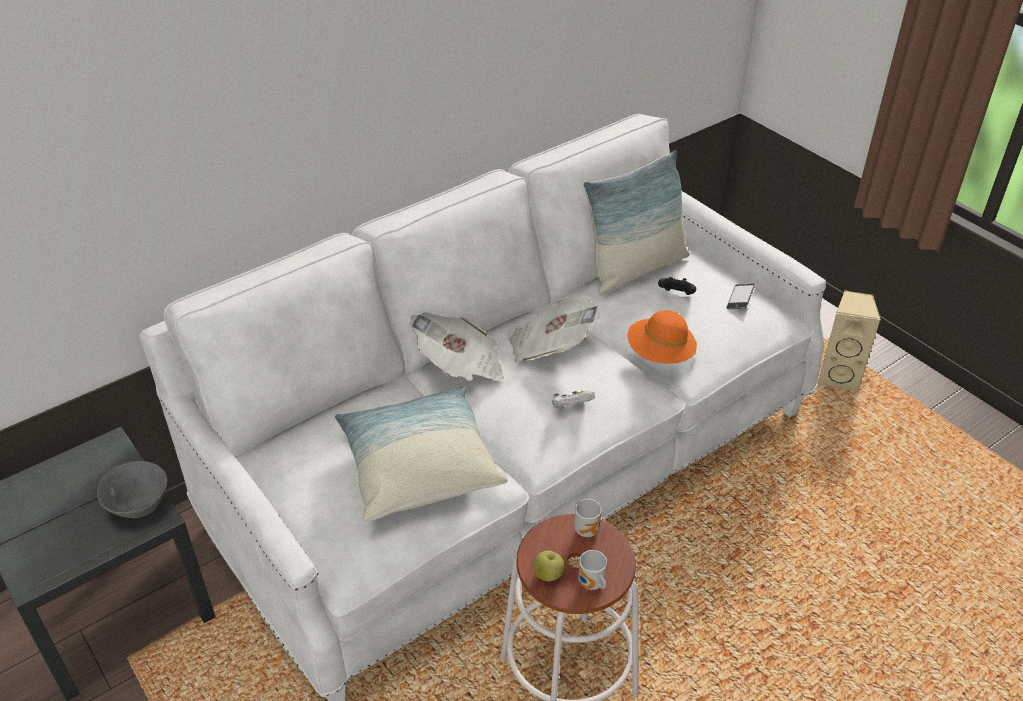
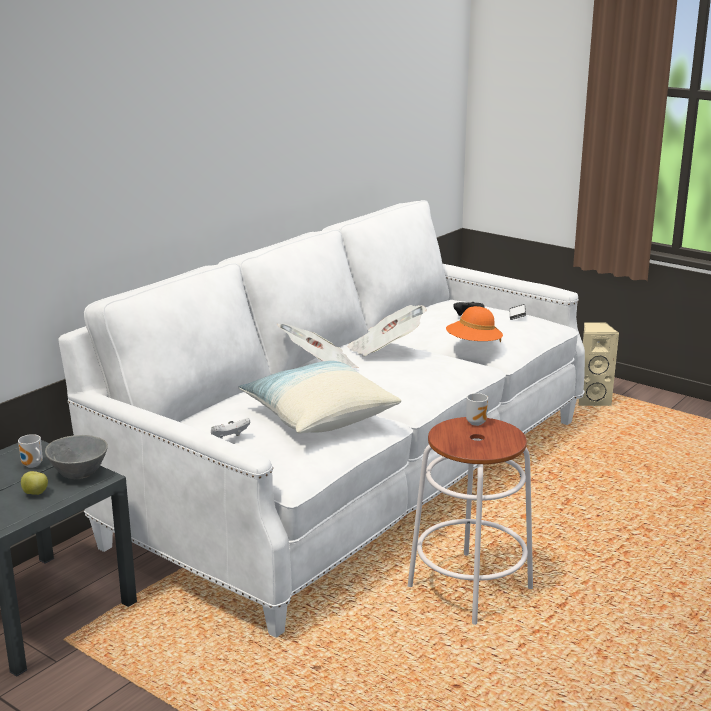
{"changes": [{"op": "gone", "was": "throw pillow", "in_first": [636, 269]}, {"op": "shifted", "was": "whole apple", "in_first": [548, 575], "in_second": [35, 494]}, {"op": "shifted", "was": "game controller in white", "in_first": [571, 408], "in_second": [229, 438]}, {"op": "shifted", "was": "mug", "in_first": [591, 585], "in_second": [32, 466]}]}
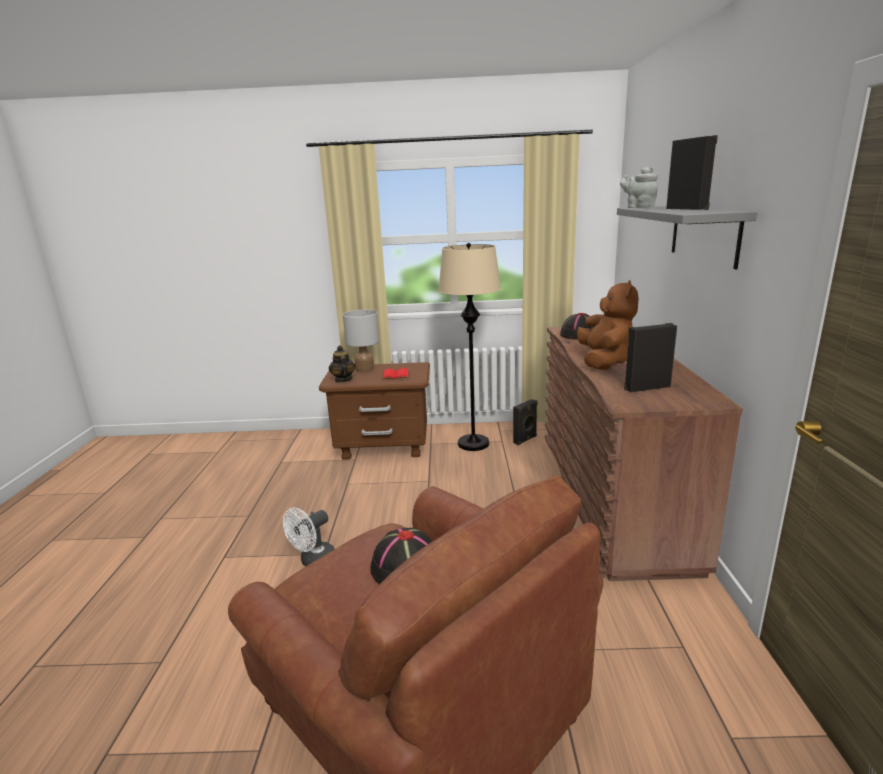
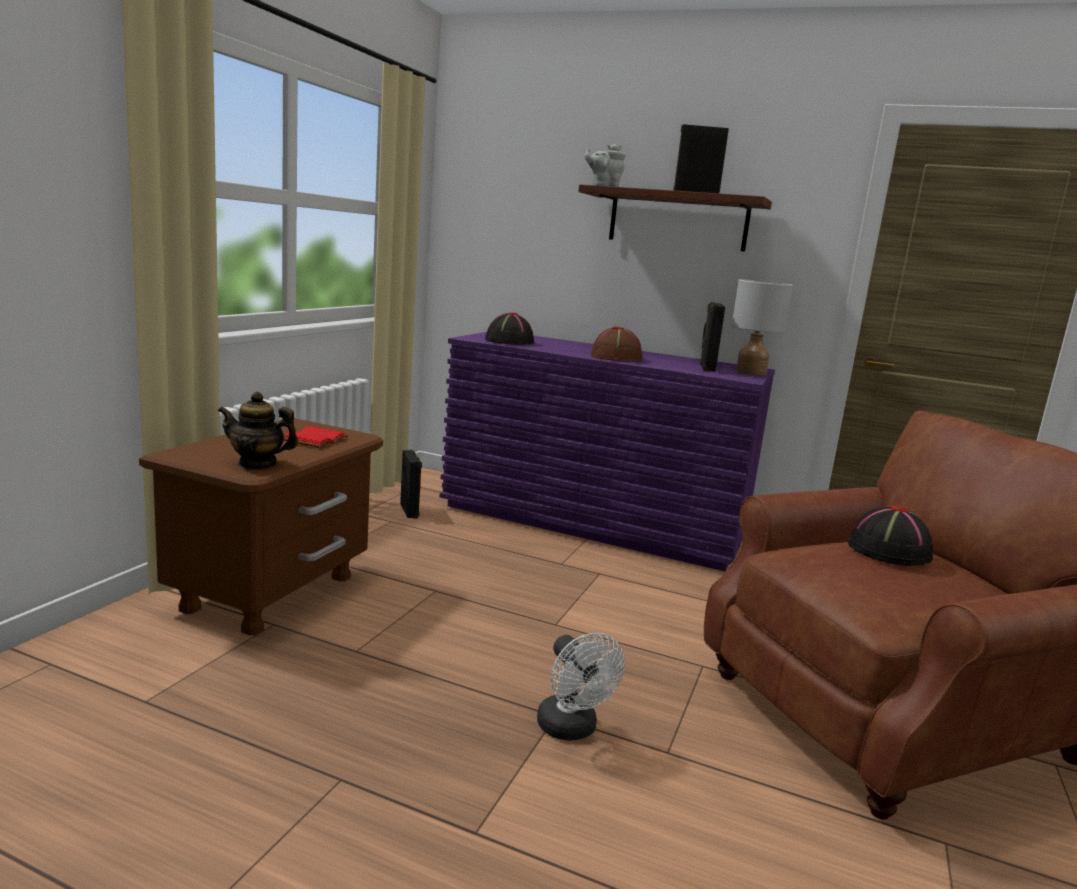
{"changes": [{"op": "gone", "was": "standard lamp in sand-coloured", "in_first": [473, 443]}, {"op": "shifted", "was": "table lamp in grey", "in_first": [364, 368], "in_second": [750, 372]}, {"op": "swapped", "was": "plush toy in brown", "now": "clothing hat in brown", "in_first": [604, 362], "in_second": [616, 357]}, {"op": "repainted", "was": "chest of drawers in brown", "now": "chest of drawers in purple", "in_first": [611, 498], "in_second": [592, 523]}, {"op": "repainted", "was": "bracket shelf in grey", "now": "bracket shelf in brown", "in_first": [704, 234], "in_second": [678, 220]}]}
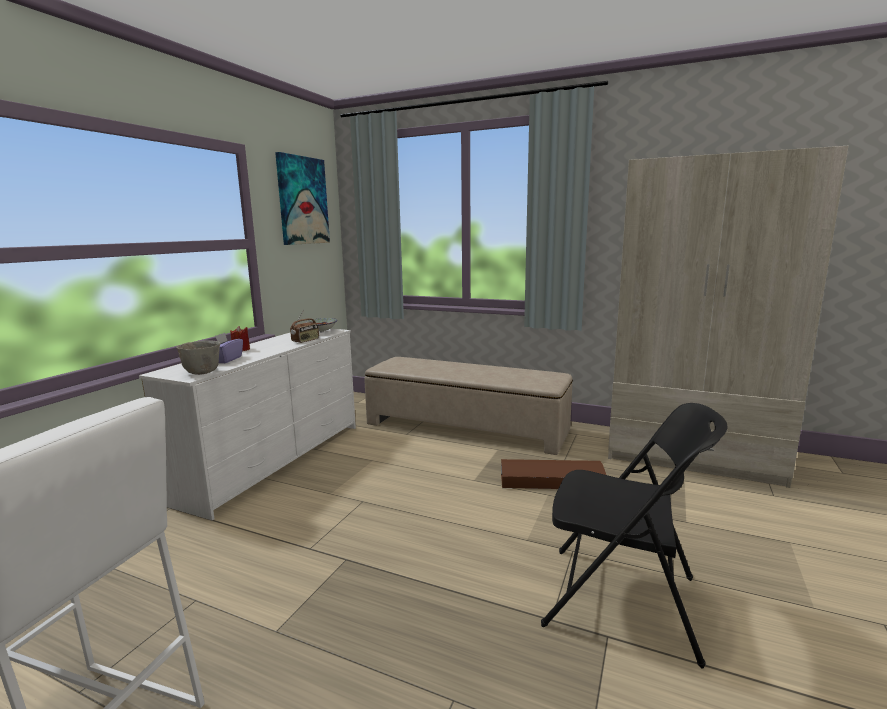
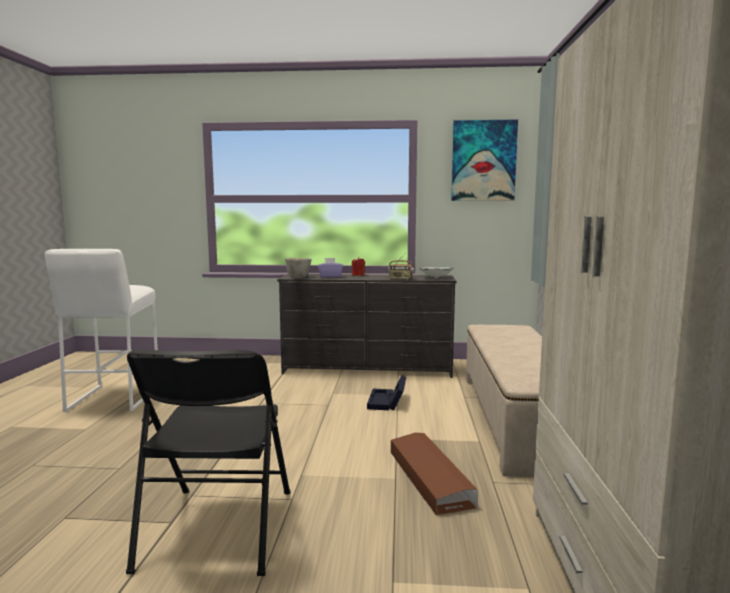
{"changes": [{"op": "new", "now": "storage box in black", "in_second": [387, 402]}, {"op": "repainted", "was": "chest of drawers in white", "now": "chest of drawers in black", "in_first": [275, 461], "in_second": [367, 369]}]}
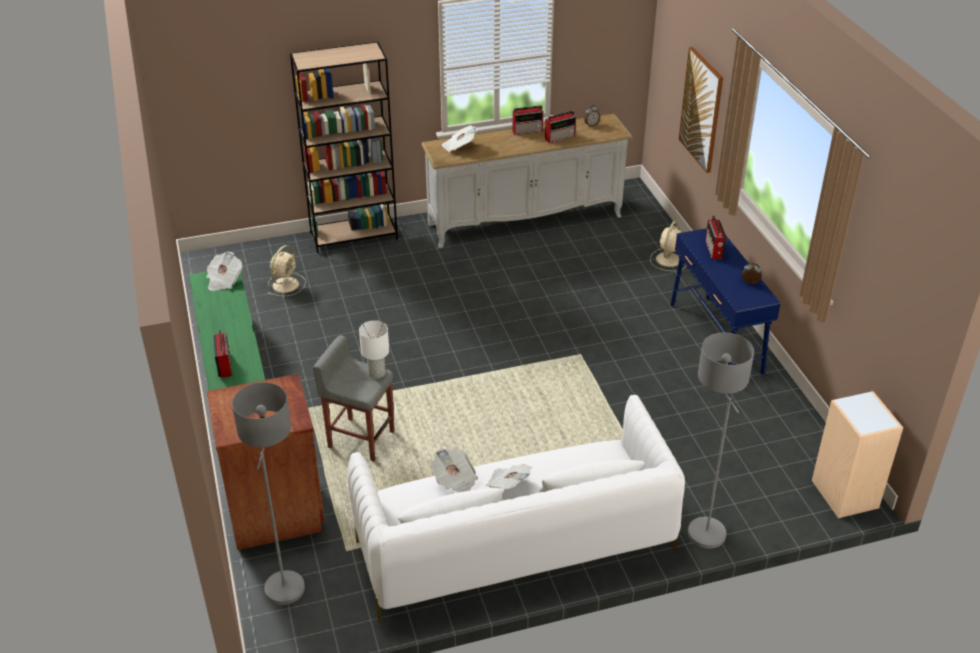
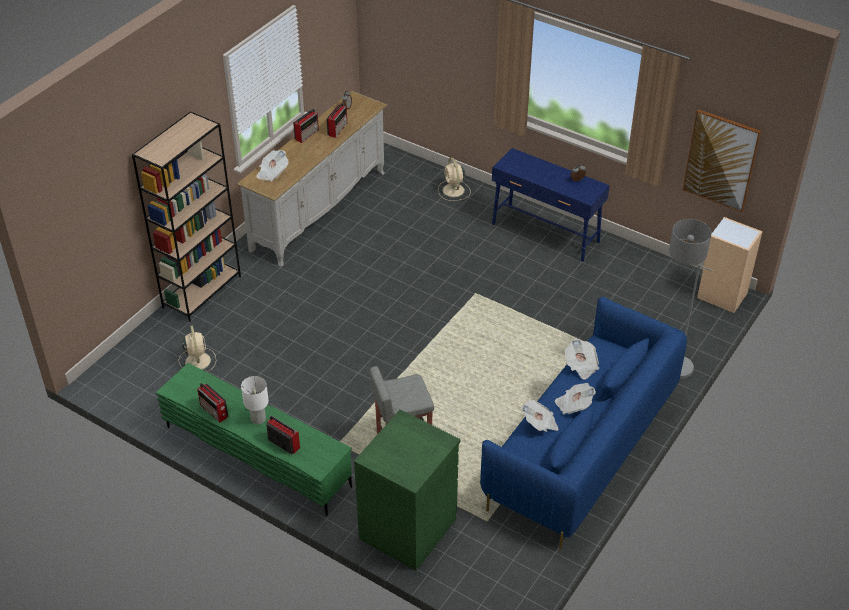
{"changes": [{"op": "gone", "was": "standard lamp in grey", "in_first": [287, 579]}, {"op": "shifted", "was": "daily paper", "in_first": [224, 280], "in_second": [581, 366]}, {"op": "shifted", "was": "table lamp in white", "in_first": [376, 373], "in_second": [258, 419]}, {"op": "shifted", "was": "picture", "in_first": [701, 109], "in_second": [721, 160]}, {"op": "shifted", "was": "radio", "in_first": [714, 250], "in_second": [214, 411]}, {"op": "repainted", "was": "chest of drawers in brown", "now": "chest of drawers in green", "in_first": [274, 511], "in_second": [407, 528]}, {"op": "repainted", "was": "settee in white", "now": "settee in blue-coloured", "in_first": [514, 542], "in_second": [581, 446]}]}
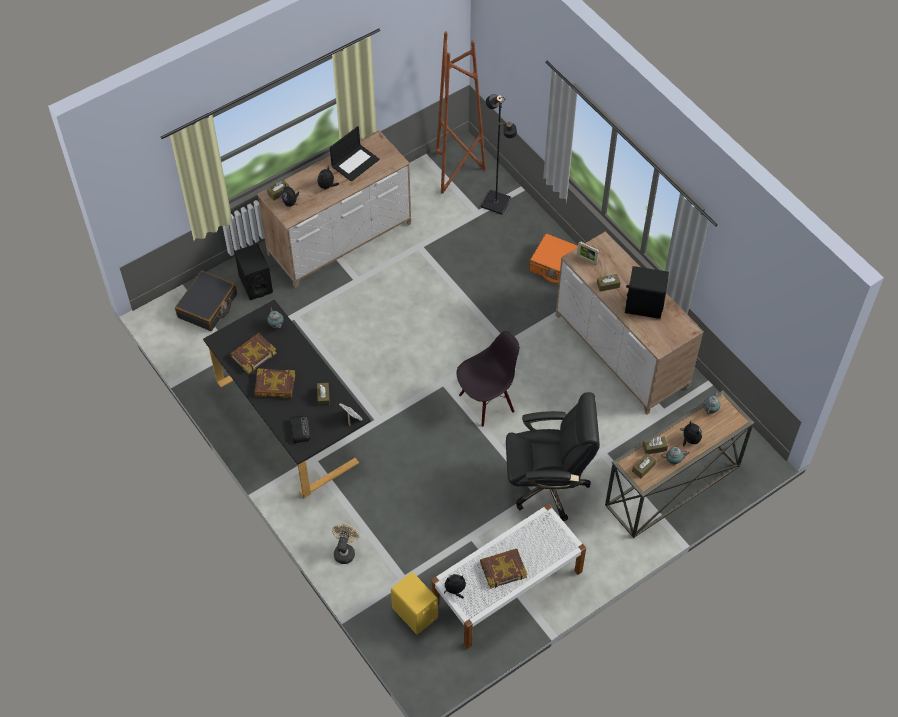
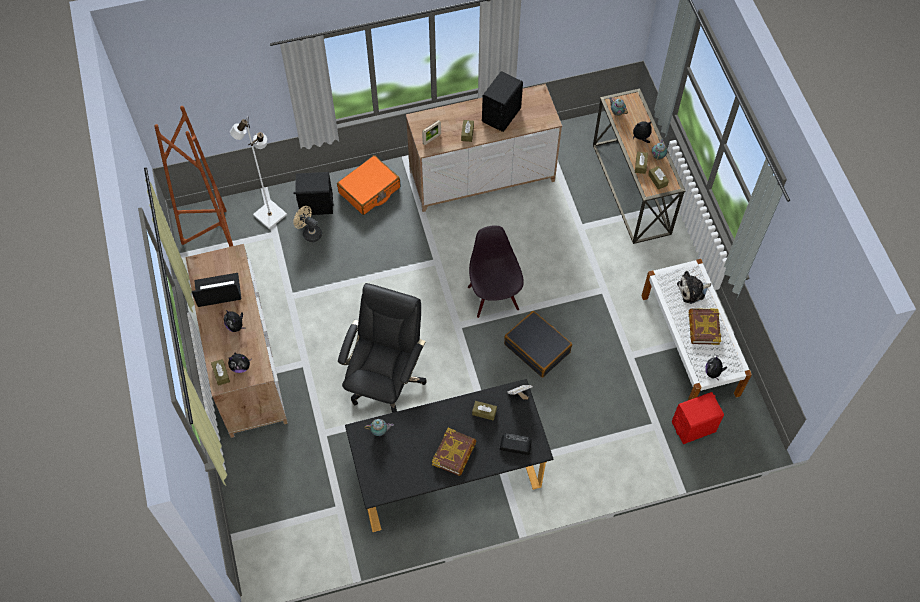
{"changes": [{"op": "gone", "was": "bound book", "in_first": [253, 355]}, {"op": "new", "now": "plush toy", "in_second": [692, 290]}, {"op": "shifted", "was": "piece of luggage in black", "in_first": [208, 306], "in_second": [537, 348]}, {"op": "shifted", "was": "loudspeaker in black", "in_first": [255, 284], "in_second": [316, 205]}, {"op": "shifted", "was": "electric fan in sand-coloured", "in_first": [345, 551], "in_second": [309, 233]}, {"op": "shifted", "was": "office chair in black", "in_first": [547, 487], "in_second": [385, 384]}, {"op": "repainted", "was": "loudspeaker in yellow", "now": "loudspeaker in reddish", "in_first": [415, 613], "in_second": [693, 427]}, {"op": "repainted", "was": "standard lamp in black", "now": "standard lamp in white", "in_first": [496, 203], "in_second": [270, 215]}, {"op": "rotated", "was": "laptop", "in_first": [355, 162], "in_second": [217, 291], "clockwise": -75}]}
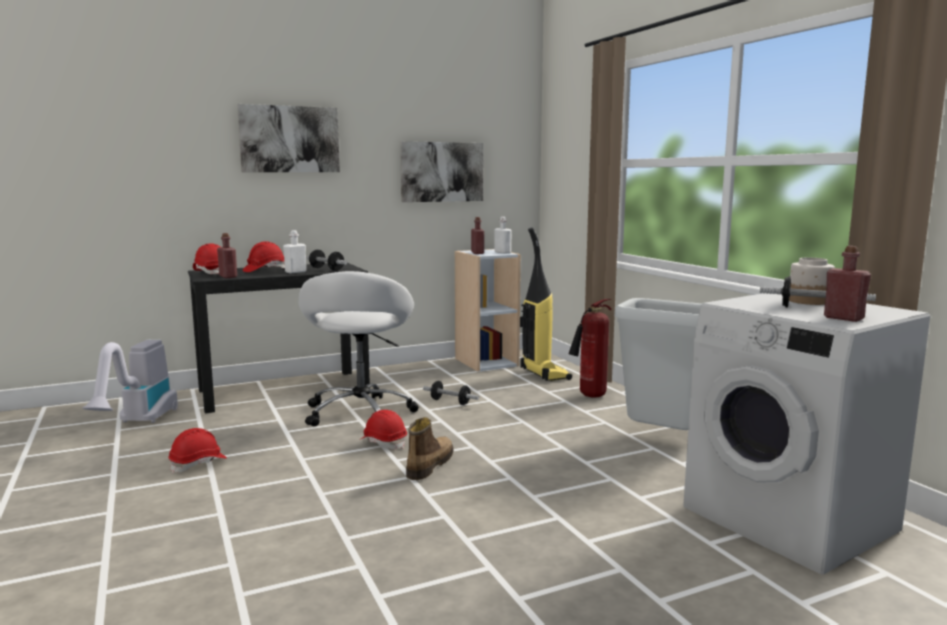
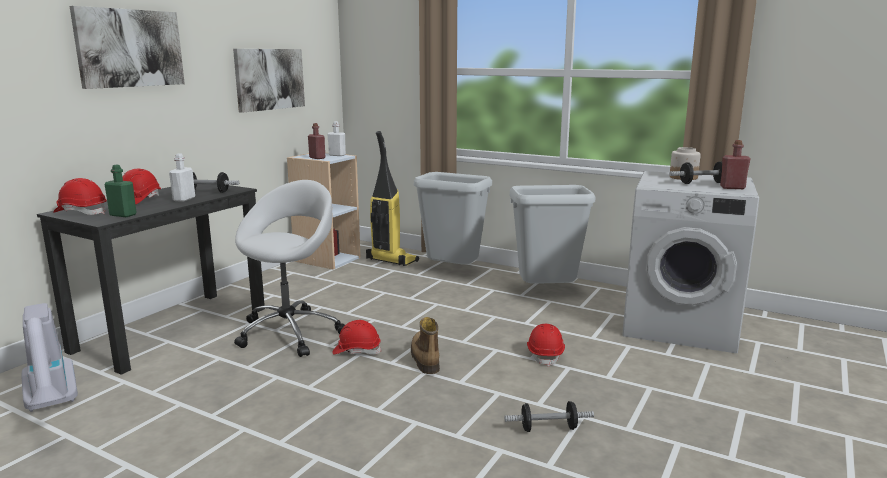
{"changes": [{"op": "shifted", "was": "work helmet in reddish", "in_first": [198, 464], "in_second": [545, 354]}, {"op": "shifted", "was": "dumbbell", "in_first": [450, 402], "in_second": [548, 428]}, {"op": "swapped", "was": "extinguisher", "now": "rubbish bin in grey", "in_first": [590, 396], "in_second": [453, 272]}, {"op": "repainted", "was": "drink bottle in reddish", "now": "drink bottle in green", "in_first": [228, 277], "in_second": [123, 215]}, {"op": "rotated", "was": "office chair in white", "in_first": [359, 414], "in_second": [291, 332], "clockwise": -105}]}
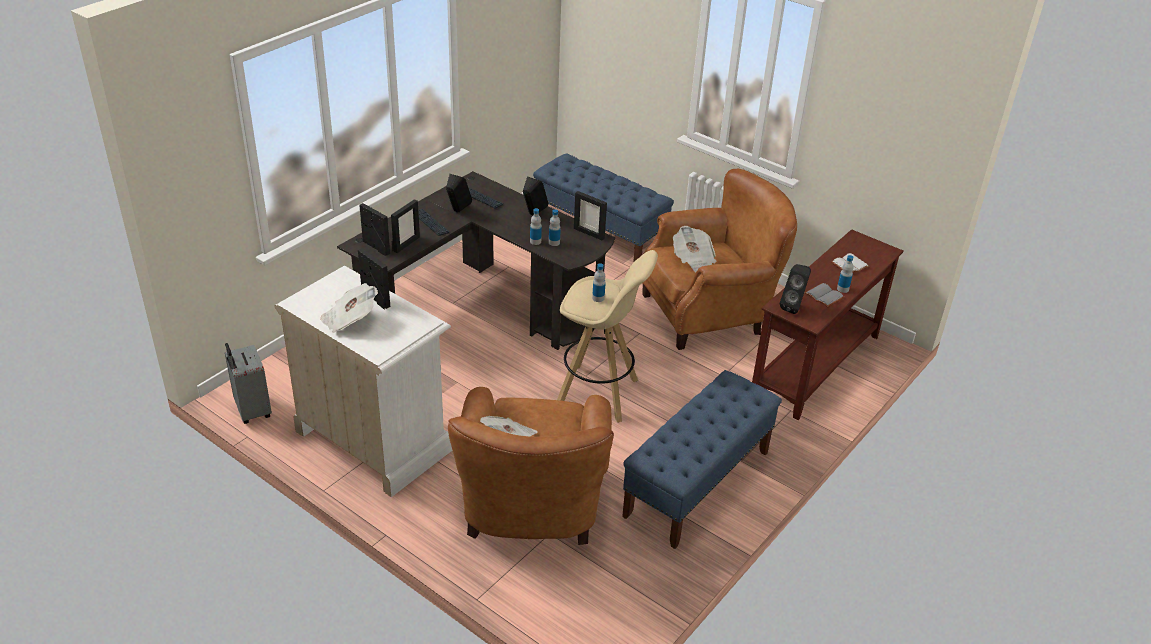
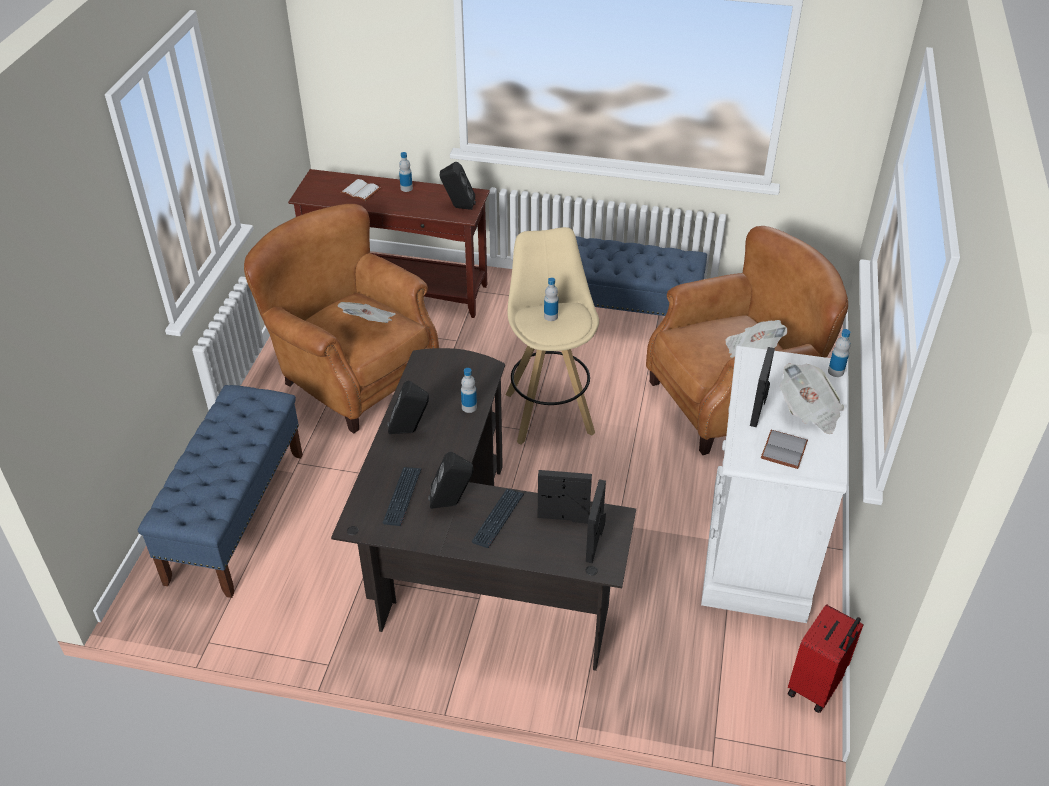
{"changes": [{"op": "gone", "was": "picture frame", "in_first": [589, 233]}, {"op": "shifted", "was": "drink bottle", "in_first": [554, 242], "in_second": [835, 371]}, {"op": "shifted", "was": "bound book in grey", "in_first": [825, 296], "in_second": [782, 449]}, {"op": "repainted", "was": "piece of luggage in grey", "now": "piece of luggage in reddish", "in_first": [252, 411], "in_second": [816, 686]}]}
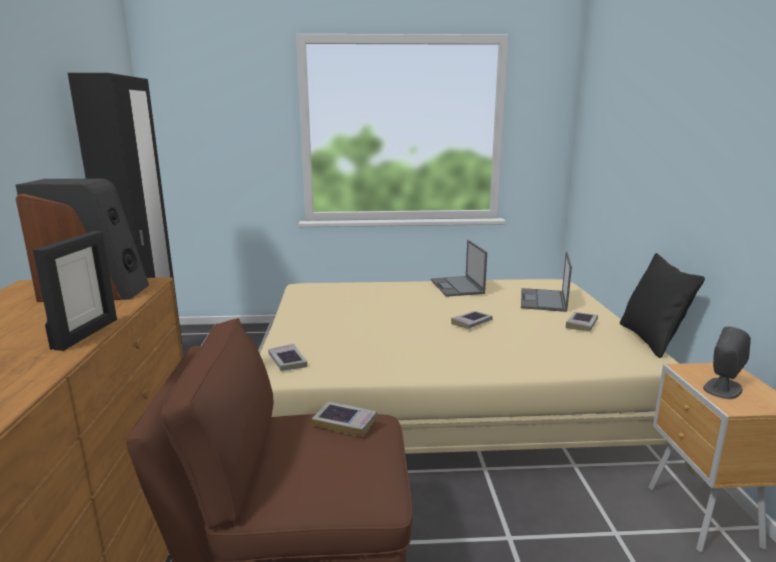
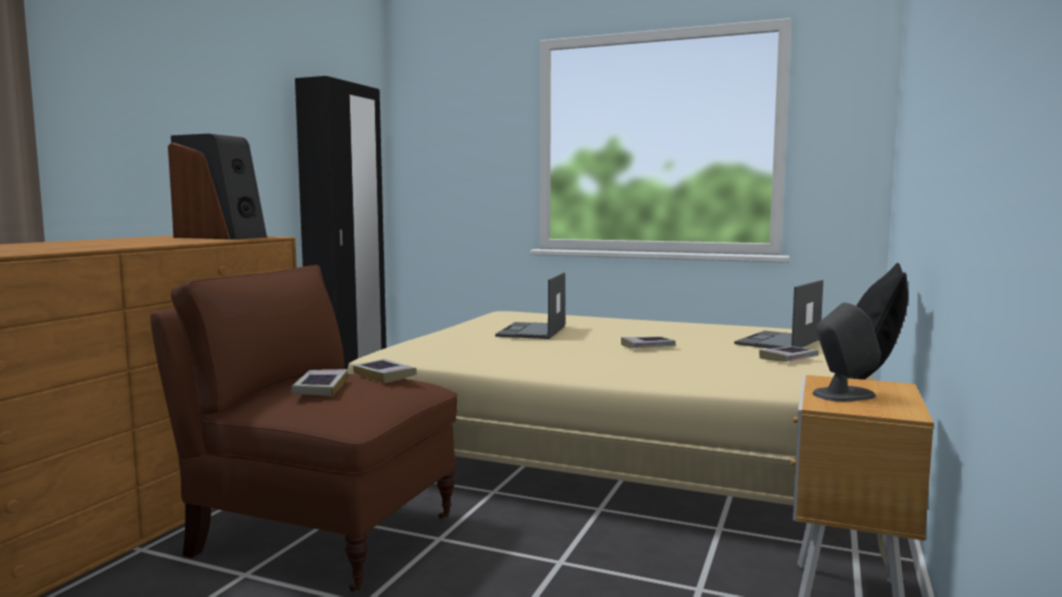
{"changes": [{"op": "gone", "was": "picture frame", "in_first": [85, 333]}, {"op": "shifted", "was": "bound book", "in_first": [287, 361], "in_second": [320, 388]}, {"op": "shifted", "was": "laptop", "in_first": [457, 287], "in_second": [531, 331]}]}
